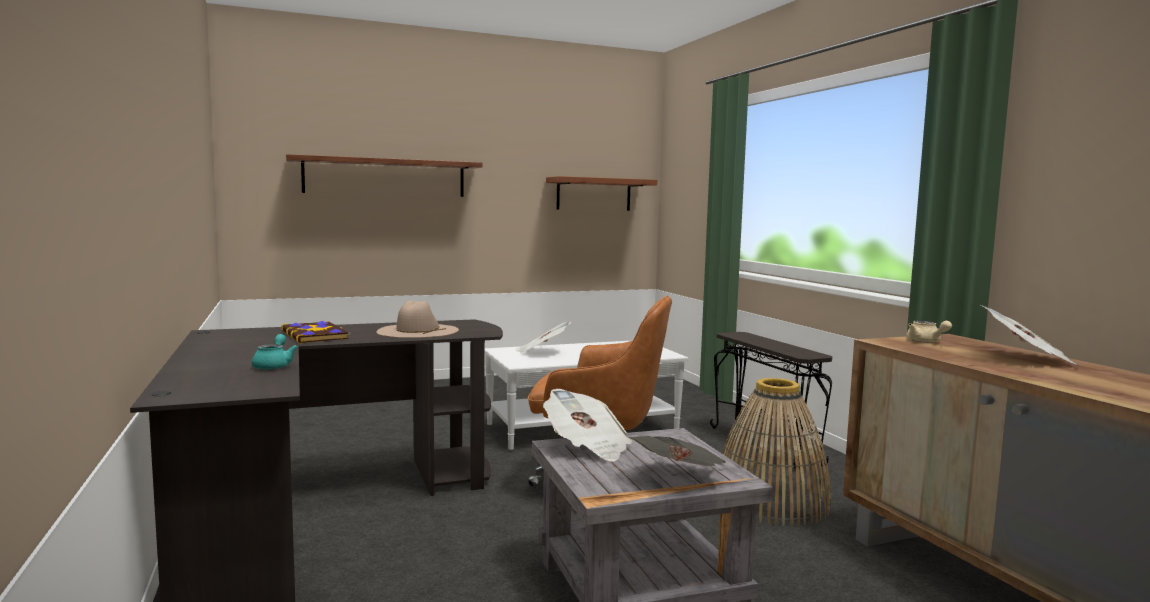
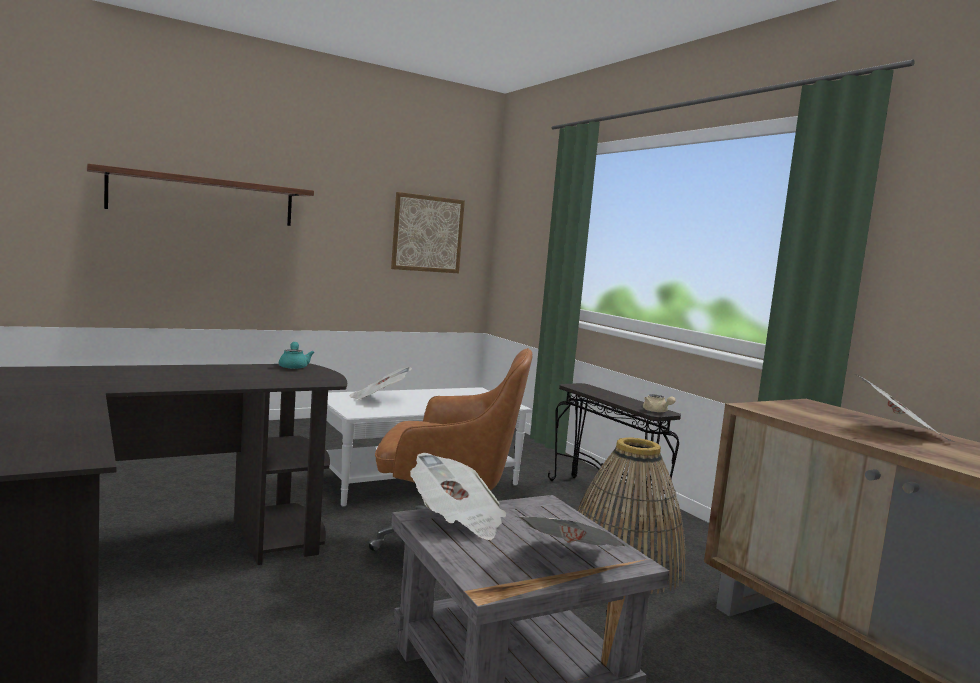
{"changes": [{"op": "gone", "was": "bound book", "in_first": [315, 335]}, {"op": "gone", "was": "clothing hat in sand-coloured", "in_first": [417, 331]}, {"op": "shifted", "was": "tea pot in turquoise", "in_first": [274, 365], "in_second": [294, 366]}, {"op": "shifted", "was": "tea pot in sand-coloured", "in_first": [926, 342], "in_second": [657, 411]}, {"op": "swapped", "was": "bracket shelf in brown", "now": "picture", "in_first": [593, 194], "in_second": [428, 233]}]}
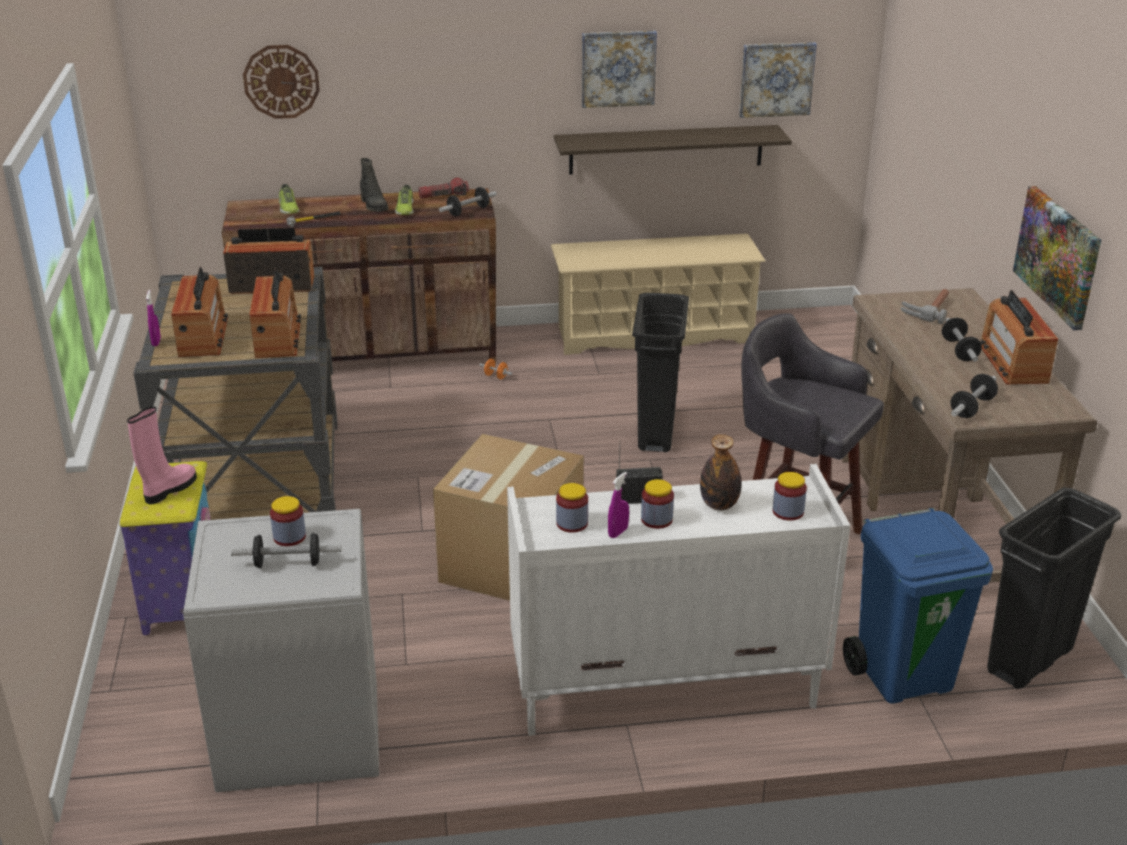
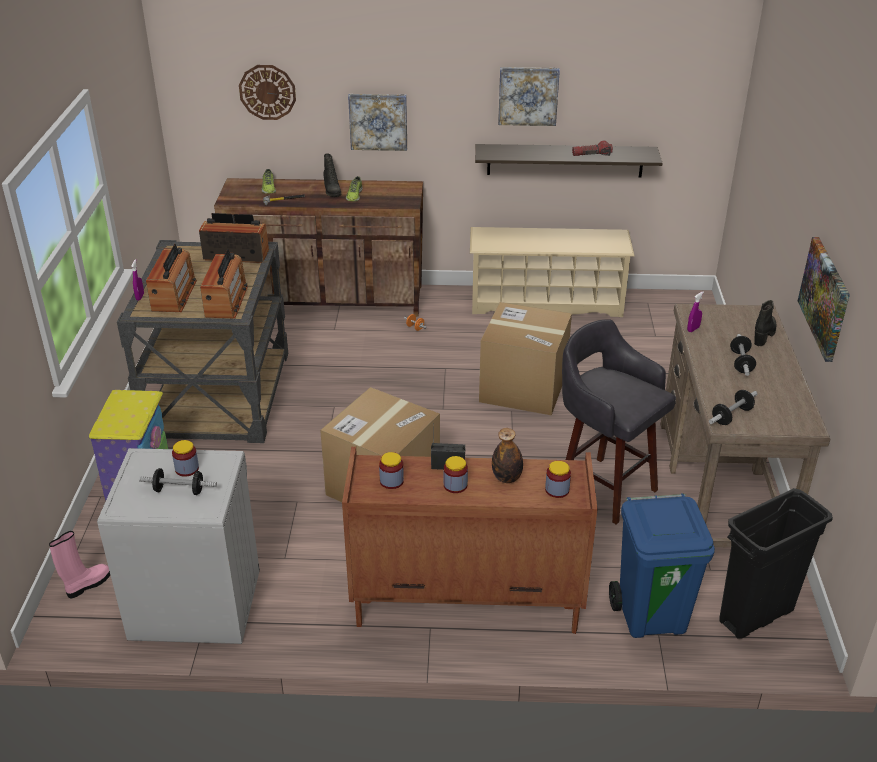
{"changes": [{"op": "gone", "was": "dumbbell", "in_first": [468, 211]}, {"op": "gone", "was": "hammer", "in_first": [928, 309]}, {"op": "gone", "was": "radio", "in_first": [1013, 363]}, {"op": "new", "now": "tall boot in black", "in_second": [764, 334]}, {"op": "shifted", "was": "tall boot in pinkish", "in_first": [169, 490], "in_second": [87, 585]}, {"op": "shifted", "was": "torch", "in_first": [443, 196], "in_second": [591, 155]}, {"op": "shifted", "was": "spray bottle in purple", "in_first": [618, 532], "in_second": [693, 329]}, {"op": "shifted", "was": "picture", "in_first": [776, 79], "in_second": [378, 121]}, {"op": "swapped", "was": "rubbish bin in black", "now": "carton", "in_first": [656, 432], "in_second": [523, 387]}, {"op": "repainted", "was": "cabinet in white", "now": "cabinet in brown", "in_first": [663, 691], "in_second": [465, 604]}]}
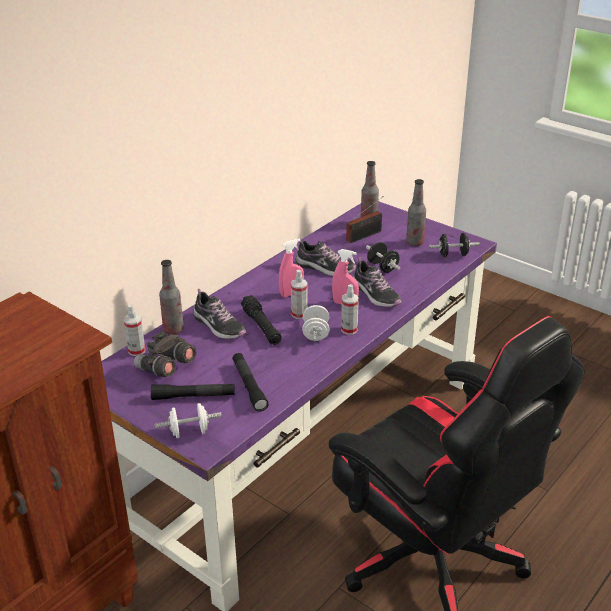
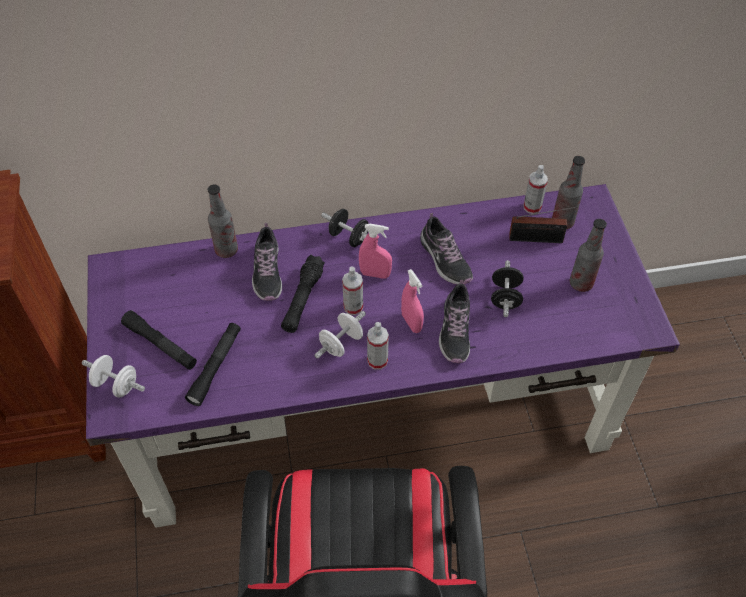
{"changes": [{"op": "gone", "was": "pair of binoculars in grey", "in_first": [165, 368]}, {"op": "shifted", "was": "spray bottle", "in_first": [136, 351], "in_second": [532, 207]}, {"op": "shifted", "was": "dumbbell in black", "in_first": [453, 255], "in_second": [349, 237]}]}
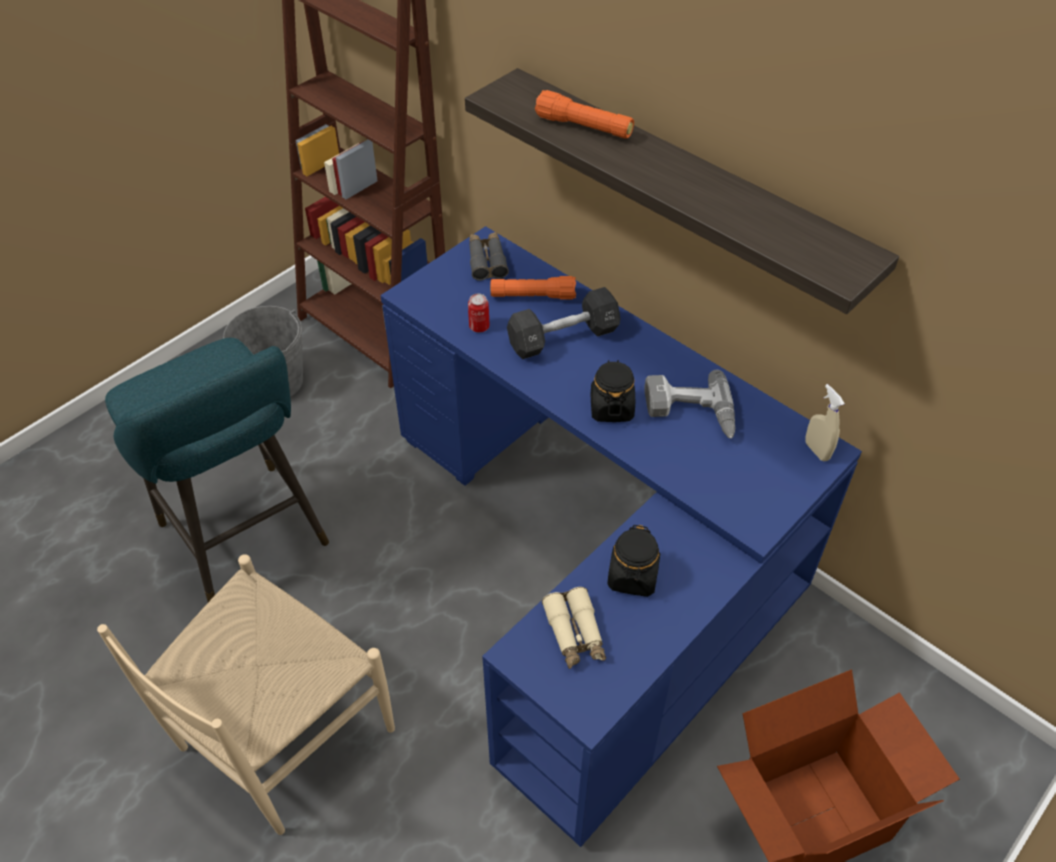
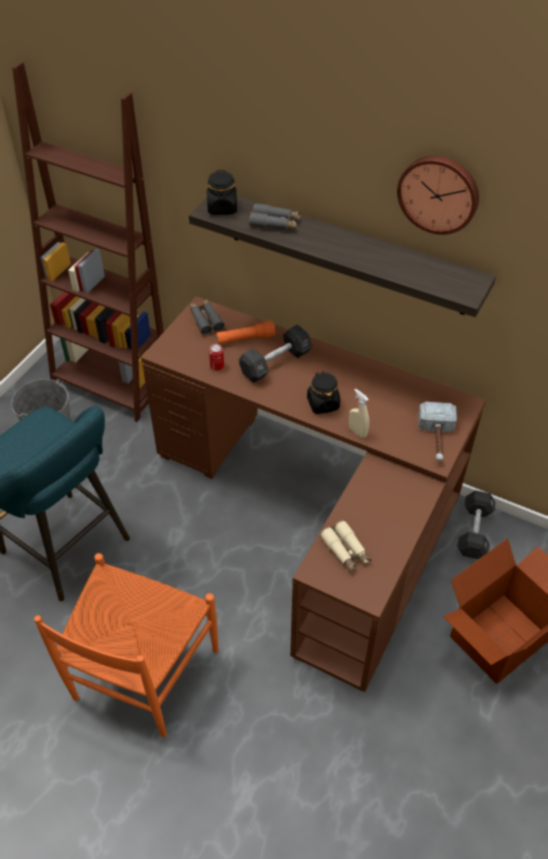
{"changes": [{"op": "gone", "was": "electric drill", "in_first": [690, 414]}, {"op": "new", "now": "hanging clock", "in_second": [439, 193]}, {"op": "new", "now": "hammer", "in_second": [436, 439]}, {"op": "new", "now": "dumbbell in black", "in_second": [474, 531]}, {"op": "shifted", "was": "preserve jar in black", "in_first": [632, 577], "in_second": [222, 208]}, {"op": "shifted", "was": "spray bottle in sand-coloured", "in_first": [816, 451], "in_second": [357, 432]}, {"op": "swapped", "was": "torch in orange-coloured", "now": "pair of binoculars in grey", "in_first": [584, 127], "in_second": [275, 223]}, {"op": "repainted", "was": "chair in sand-coloured", "now": "chair in orange-coloured", "in_first": [281, 736], "in_second": [142, 674]}, {"op": "repainted", "was": "desk unit in blue-coloured", "now": "desk unit in brown", "in_first": [597, 564], "in_second": [318, 512]}]}
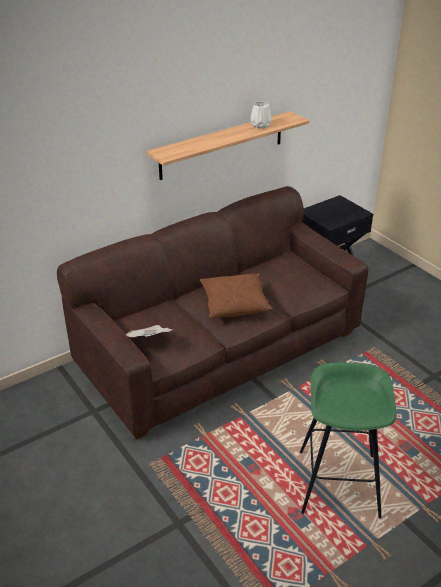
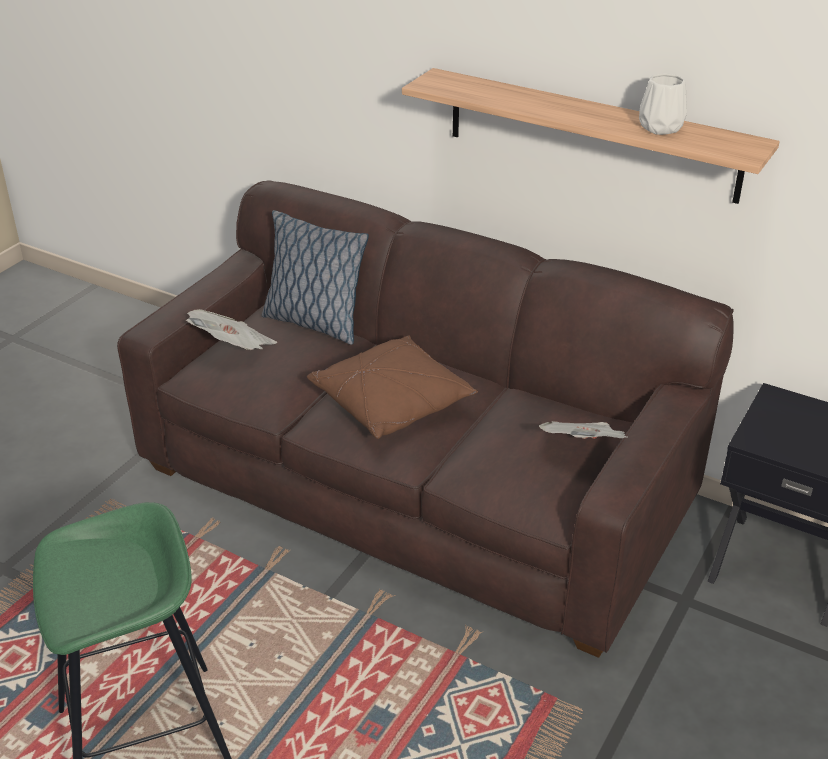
{"changes": [{"op": "new", "now": "throw pillow", "in_second": [314, 322]}, {"op": "new", "now": "daily paper", "in_second": [583, 449]}]}
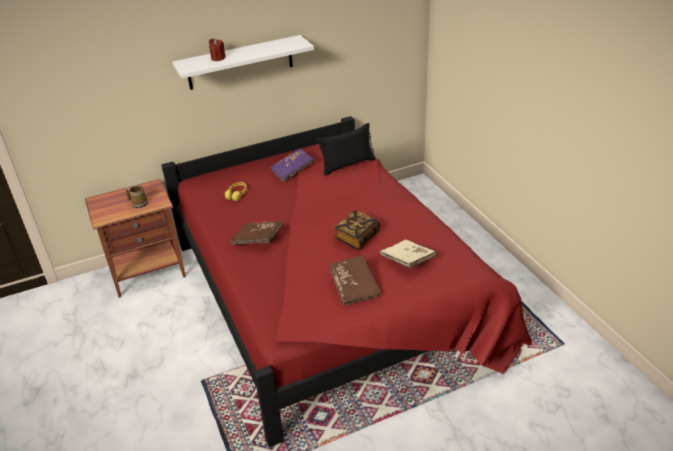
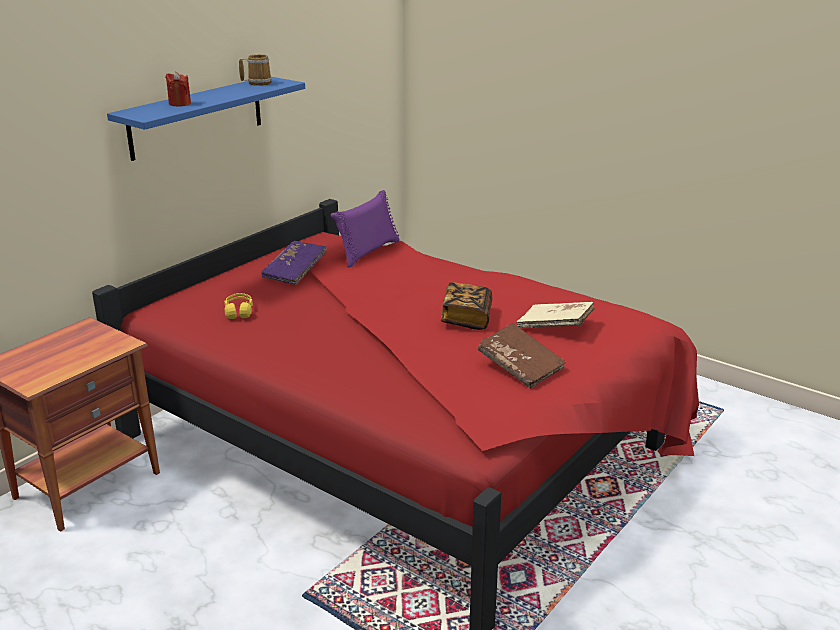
{"changes": [{"op": "gone", "was": "bound book in brown", "in_first": [257, 239]}, {"op": "shifted", "was": "mug", "in_first": [139, 203], "in_second": [258, 83]}, {"op": "repainted", "was": "bracket shelf in white", "now": "bracket shelf in blue-coloured", "in_first": [240, 62], "in_second": [196, 117]}, {"op": "repainted", "was": "throw pillow in black", "now": "throw pillow in purple", "in_first": [347, 165], "in_second": [367, 252]}]}
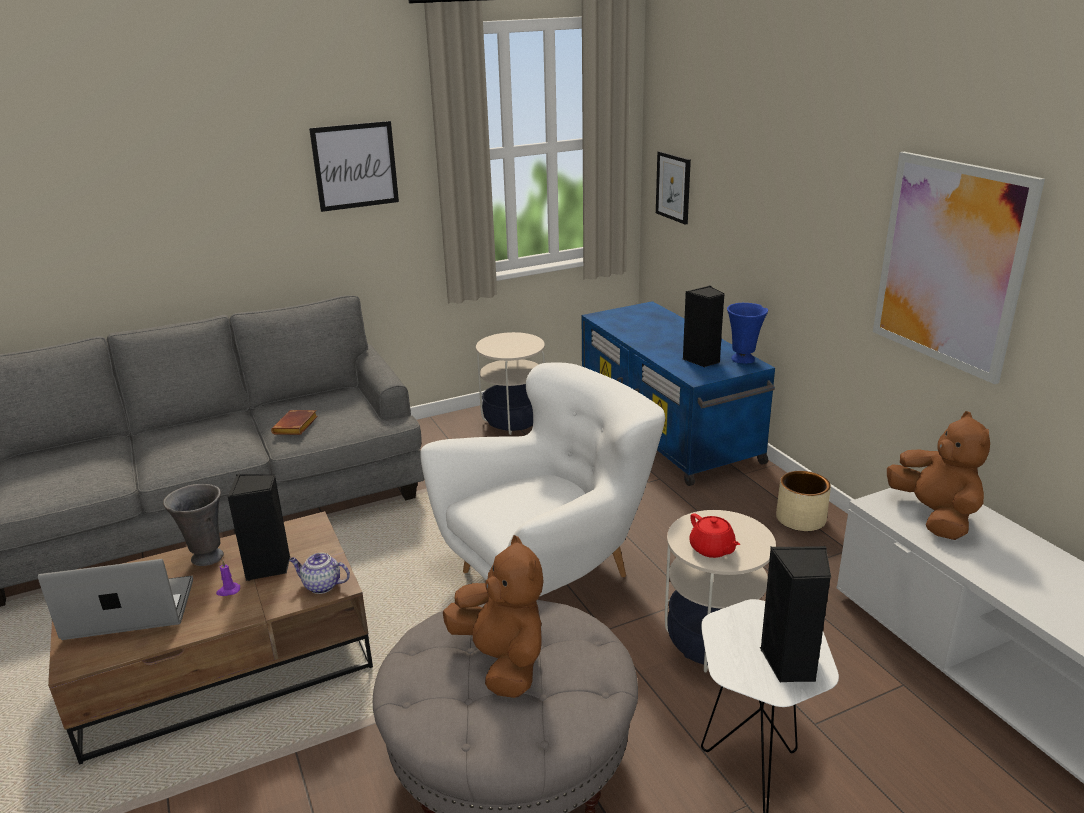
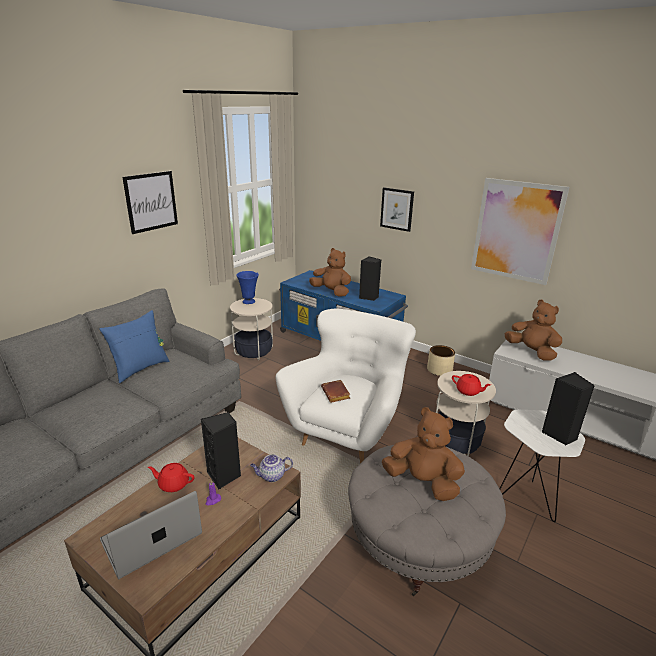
{"changes": [{"op": "new", "now": "throw pillow in blue-coloured", "in_second": [140, 369]}, {"op": "new", "now": "plush toy in brown", "in_second": [331, 292]}, {"op": "shifted", "was": "bound book in brown", "in_first": [296, 427], "in_second": [336, 394]}, {"op": "shifted", "was": "picture", "in_first": [673, 187], "in_second": [397, 209]}, {"op": "shifted", "was": "decorative vase in blue-coloured", "in_first": [743, 360], "in_second": [249, 302]}, {"op": "swapped", "was": "decorative vase in grey", "now": "tea pot in reddish", "in_first": [206, 558], "in_second": [173, 484]}]}
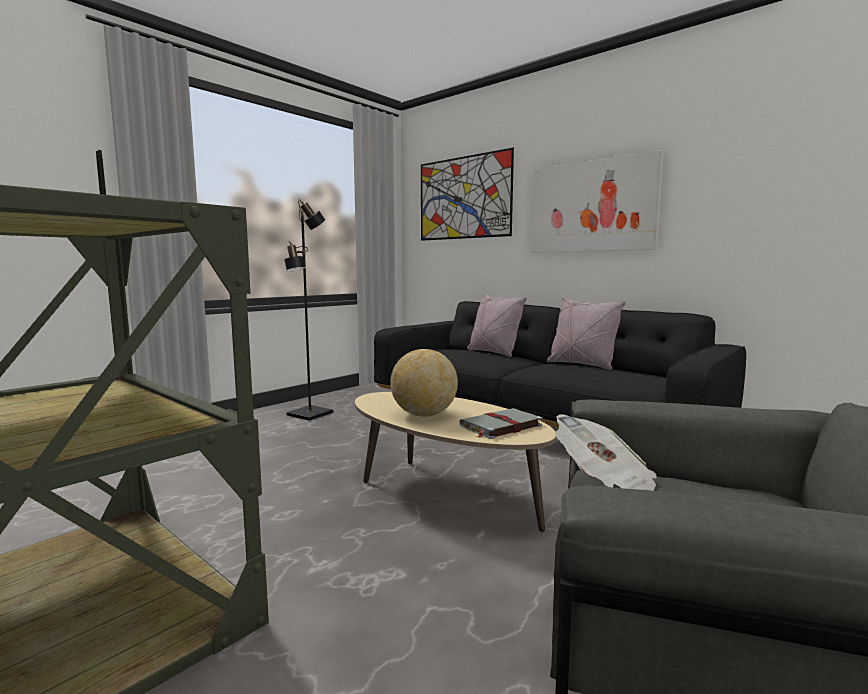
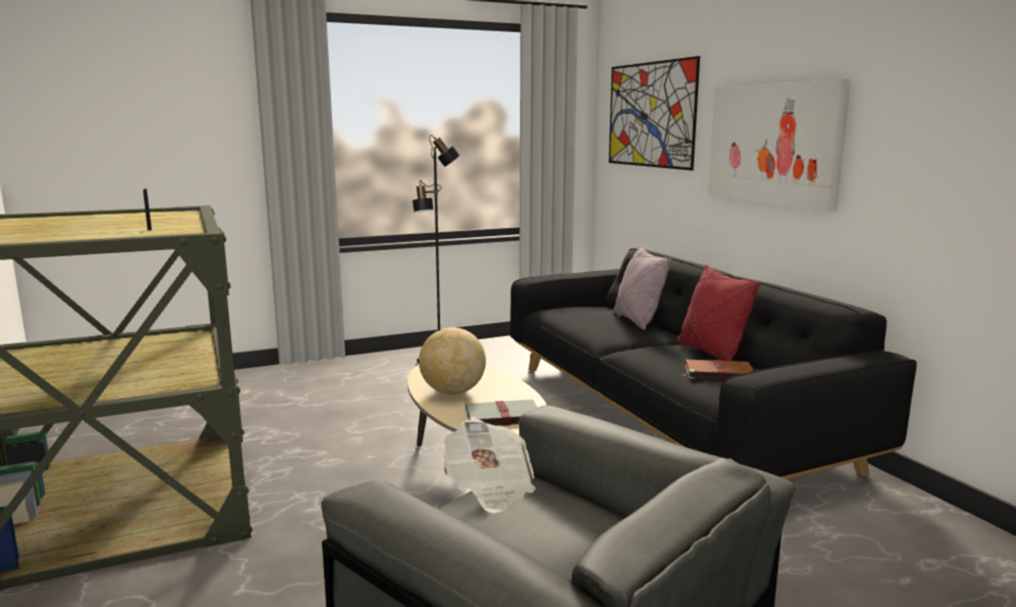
{"changes": [{"op": "new", "now": "bound book in brown", "in_second": [717, 373]}, {"op": "repainted", "was": "throw pillow in purple", "now": "throw pillow in reddish", "in_first": [582, 365], "in_second": [711, 353]}]}
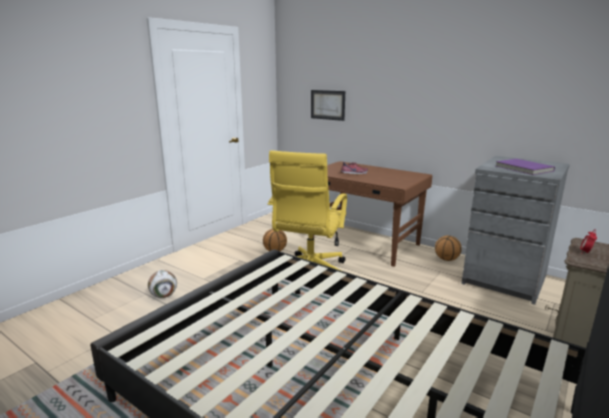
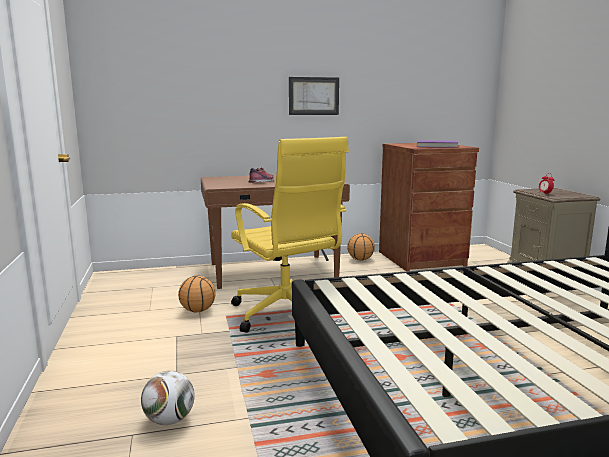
{"changes": [{"op": "shifted", "was": "picture", "in_first": [327, 105], "in_second": [313, 96]}, {"op": "repainted", "was": "chest of drawers in grey", "now": "chest of drawers in brown", "in_first": [505, 280], "in_second": [422, 259]}]}
